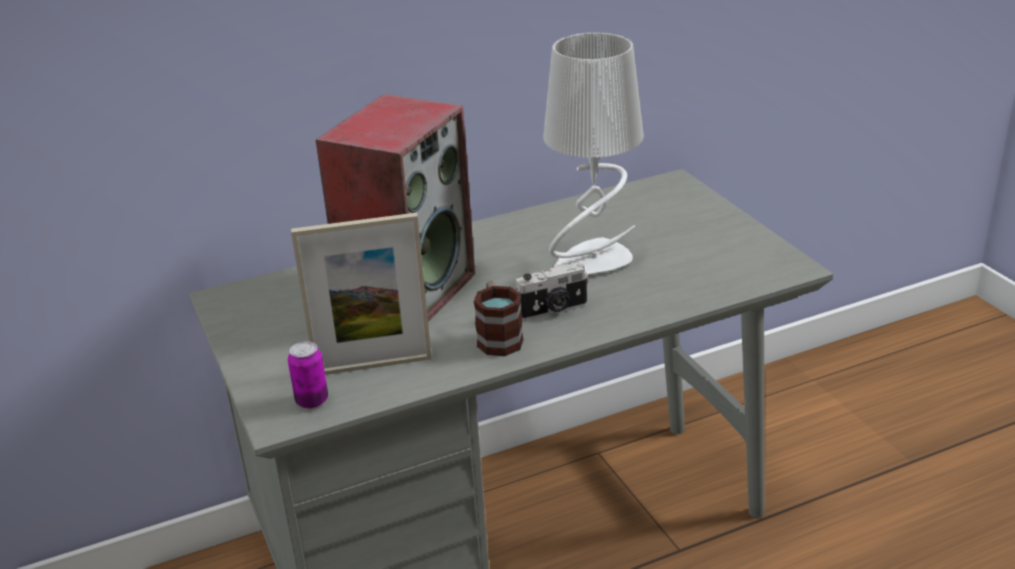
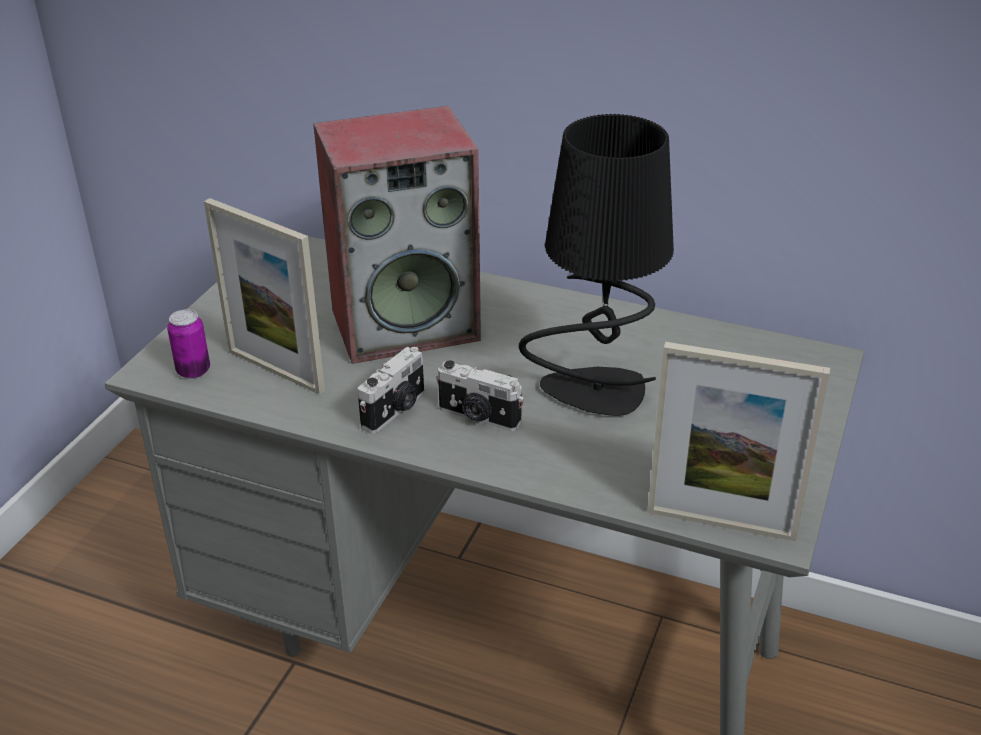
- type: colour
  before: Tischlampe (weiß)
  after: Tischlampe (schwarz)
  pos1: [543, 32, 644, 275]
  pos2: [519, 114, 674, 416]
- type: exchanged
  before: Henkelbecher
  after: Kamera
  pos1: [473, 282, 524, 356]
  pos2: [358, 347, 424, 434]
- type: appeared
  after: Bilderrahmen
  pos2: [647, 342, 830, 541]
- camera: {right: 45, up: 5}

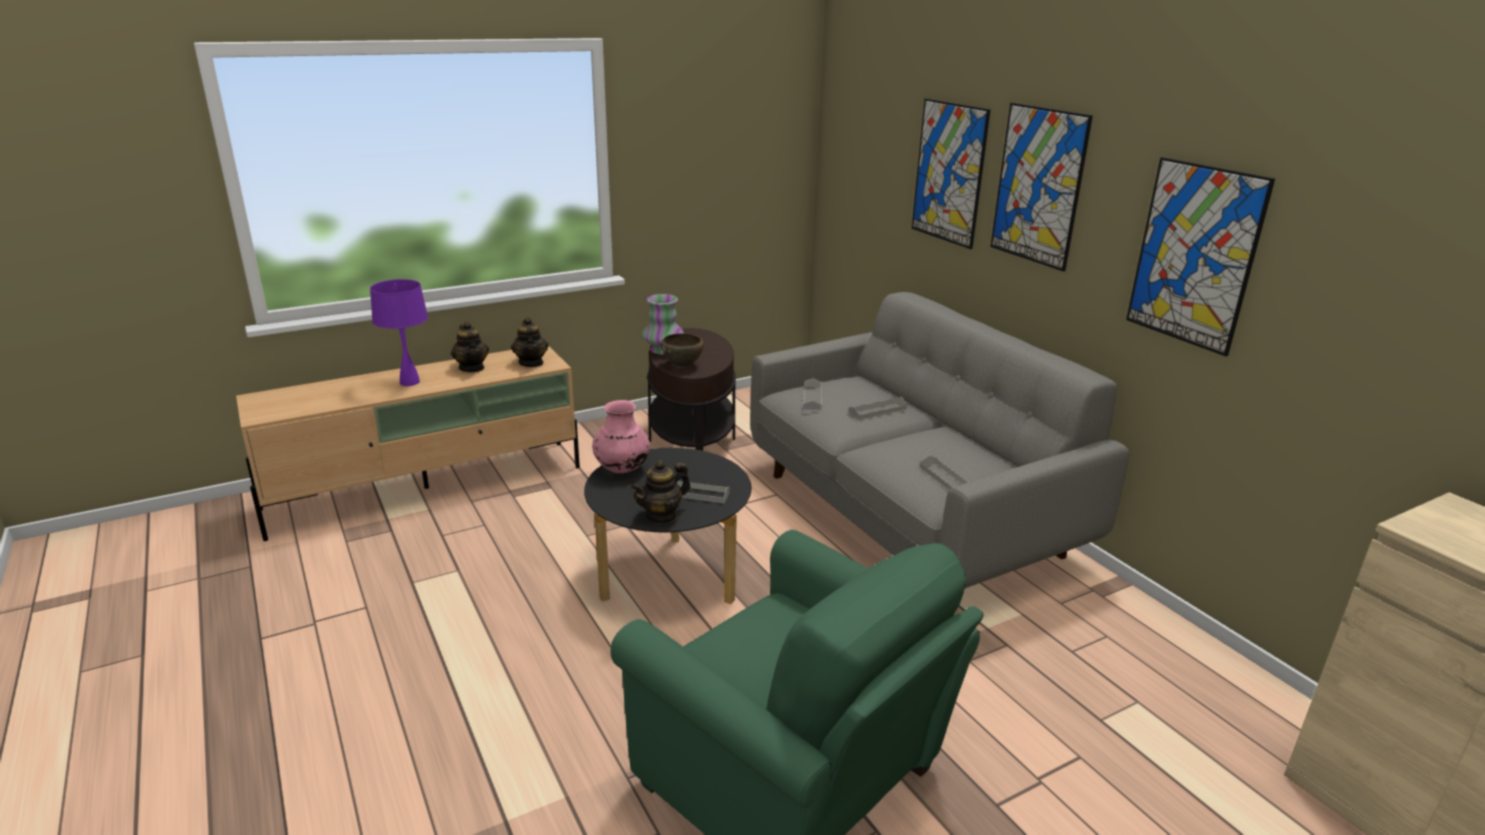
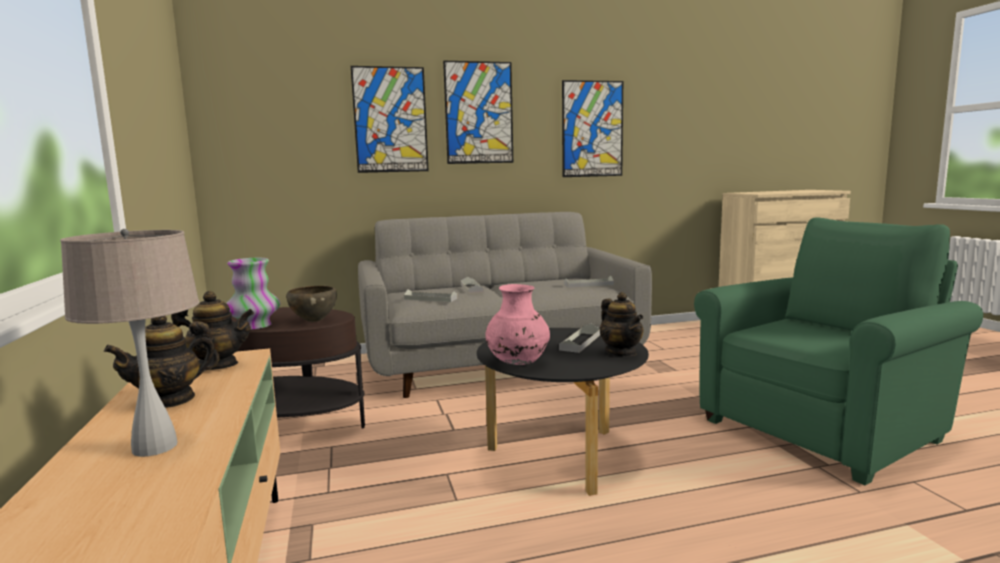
- type: colour
  before: Tischlampe (lila)
  after: Tischlampe (beige)
  pos1: [370, 279, 428, 386]
  pos2: [60, 229, 200, 457]
- type: spun
  before: Teekanne
  pos1: [451, 322, 489, 372]
  pos2: [104, 316, 219, 408]
  turn: 150
- camera: {right: -75, up: -15}

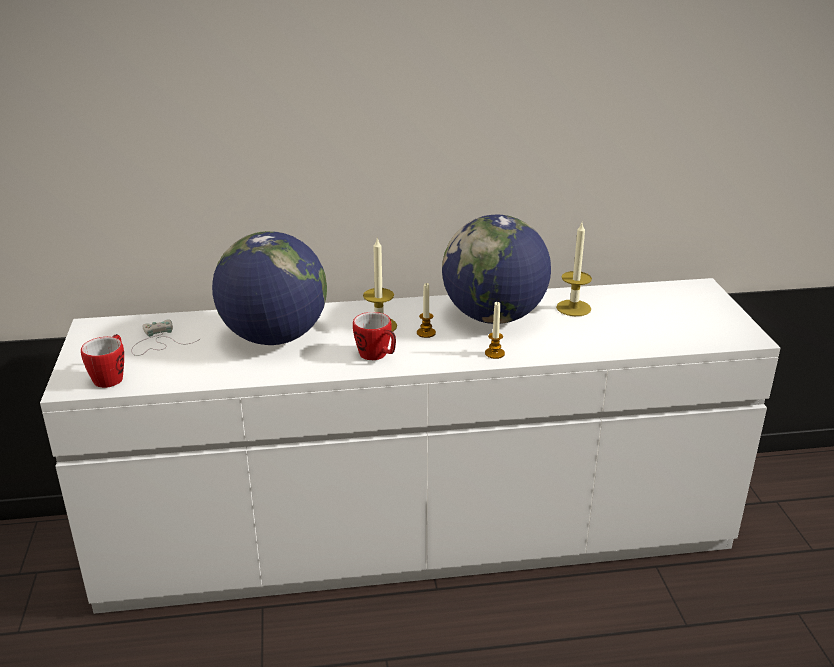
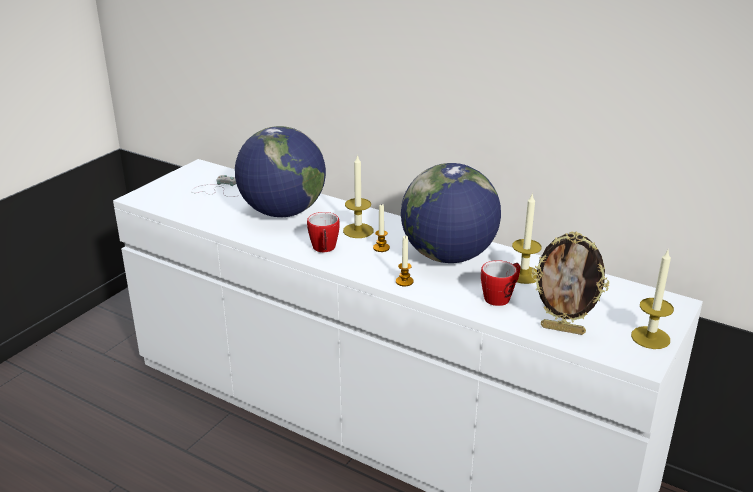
- type: relocated
  before: Henkelbecher
  pos1: [81, 334, 124, 388]
  pos2: [481, 260, 520, 306]
- type: appeared
  after: Bilderrahmen
  pos2: [531, 232, 609, 335]
- type: appeared
  after: Kerze
  pos2: [631, 250, 674, 349]
- camera: {right: 40, up: 0}

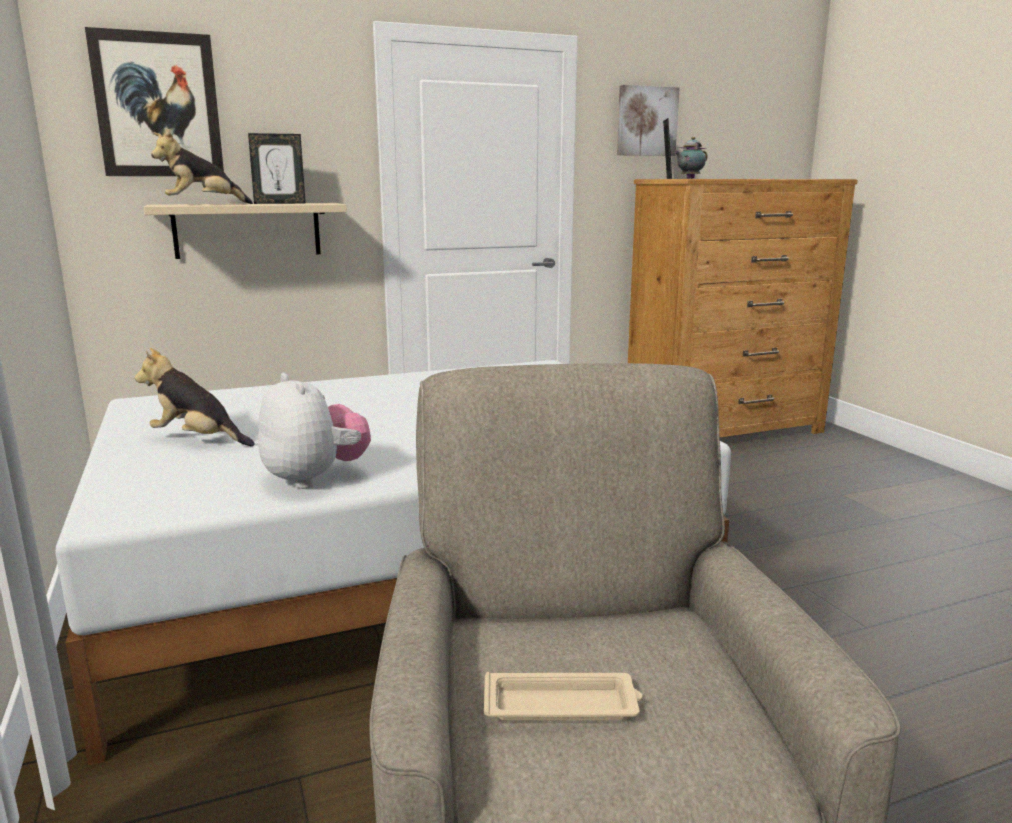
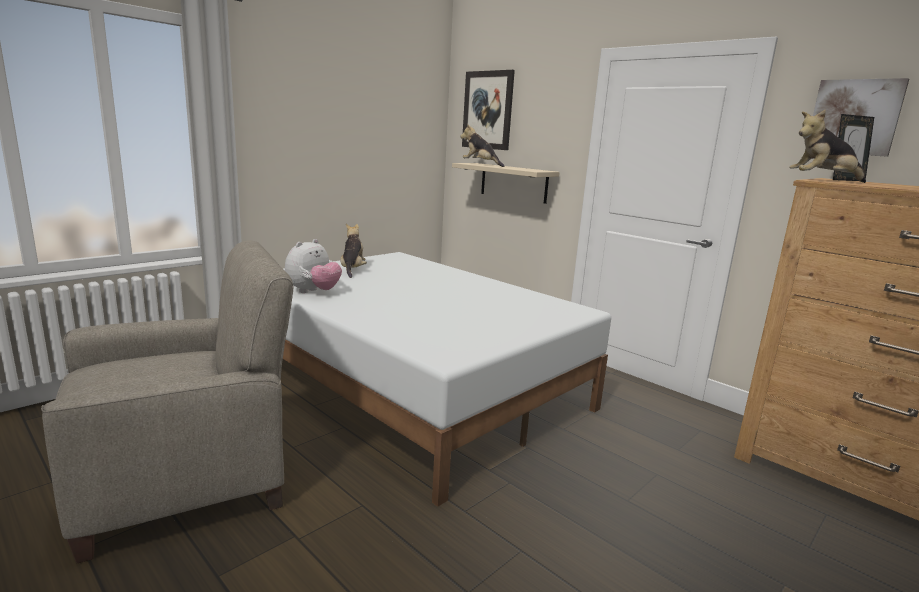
- type: missing
  before: Bilderrahmen
  pos1: [248, 133, 306, 204]
- type: exchanged
  before: Teekanne
  after: Plüschtier
  pos1: [674, 137, 707, 179]
  pos2: [789, 109, 866, 183]
- type: missing
  before: Tablett (beige)
  pos1: [484, 672, 643, 721]
- camera: {right: 65, up: 0}

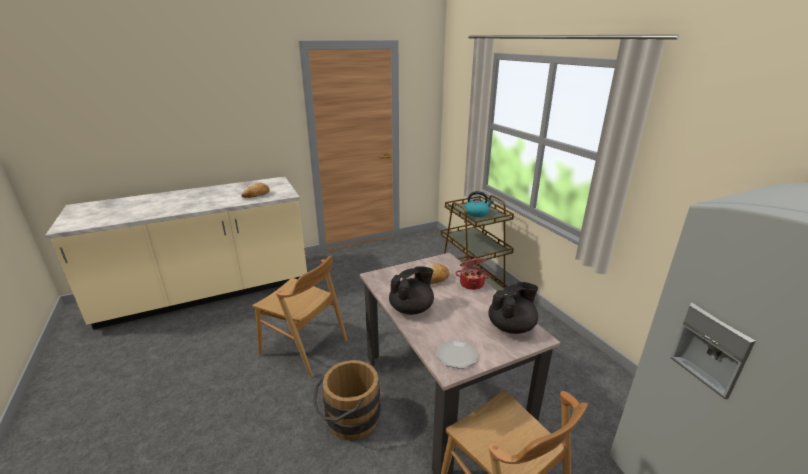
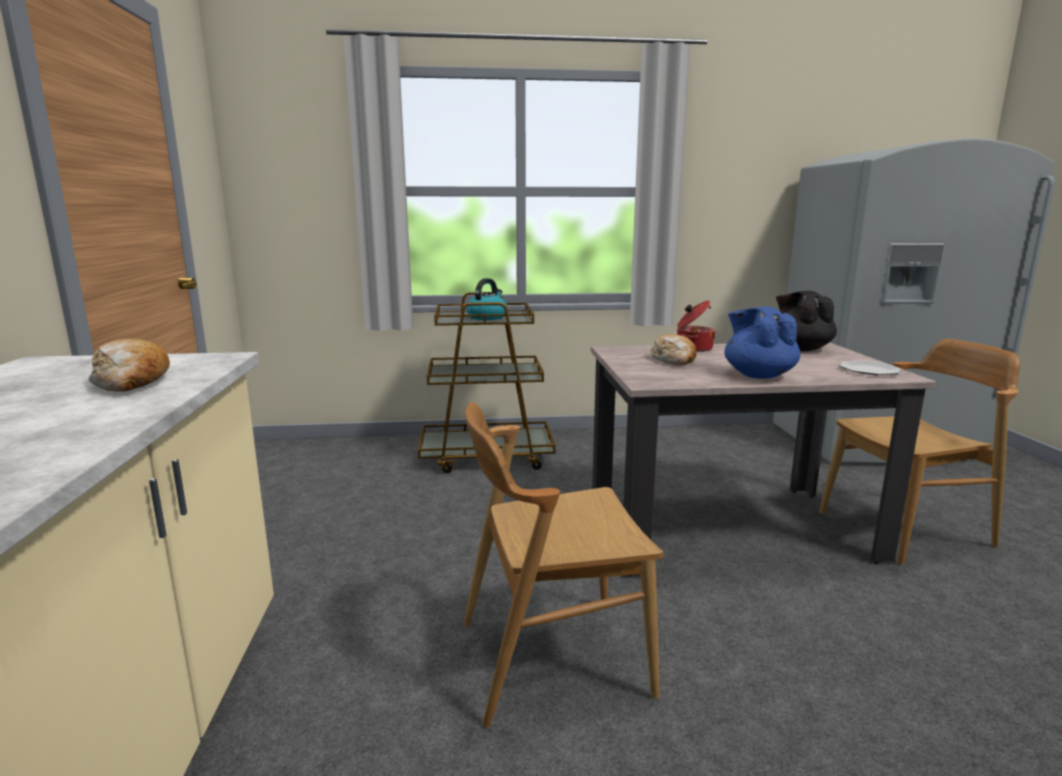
- type: spun
  before: Stuhl (braun)
  pos1: [252, 256, 347, 377]
  pos2: [463, 402, 663, 728]
  turn: -150
- type: colour
  before: Teekanne (schwarz)
  after: Teekanne (blau)
  pos1: [389, 266, 434, 315]
  pos2: [724, 306, 800, 379]
- type: missing
  before: Eimer (braun)
  pos1: [313, 360, 381, 440]
- camera: {right: -70, up: -10}

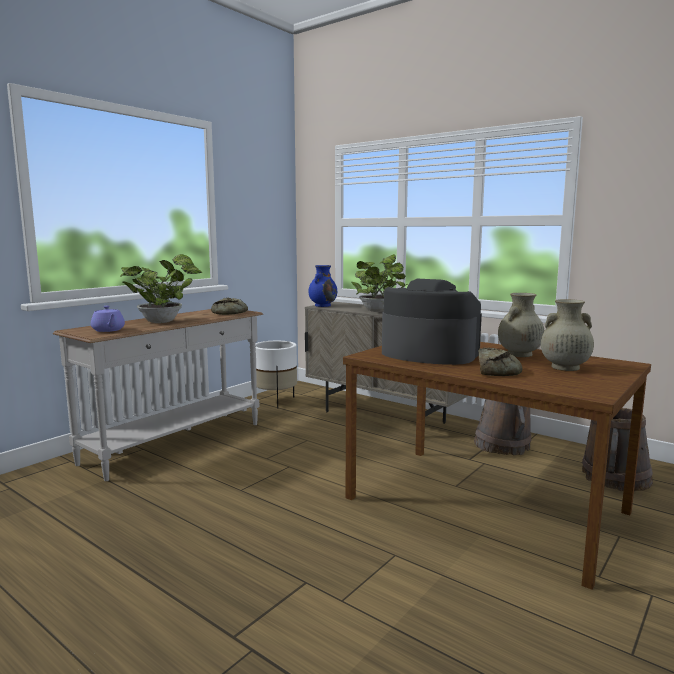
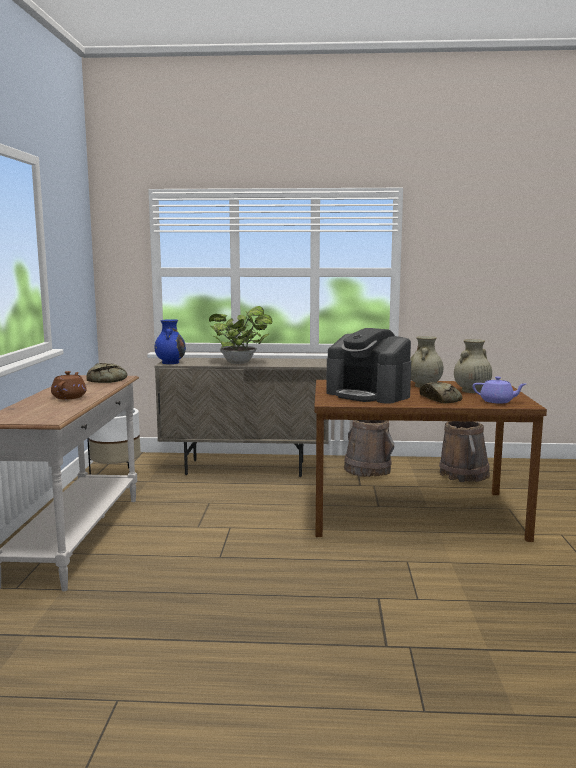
- type: exchanged
  before: Topfpflanze
  after: Teekanne (braun)
  pos1: [120, 254, 202, 323]
  pos2: [51, 371, 87, 399]
- type: spun
  before: Kaffeemaschine
  pos1: [382, 279, 482, 365]
  pos2: [326, 328, 411, 404]
  turn: -135
- type: relocated
  before: Teekanne (lila)
  pos1: [91, 306, 125, 332]
  pos2: [472, 377, 526, 403]
- camera: {right: -35, up: 0}

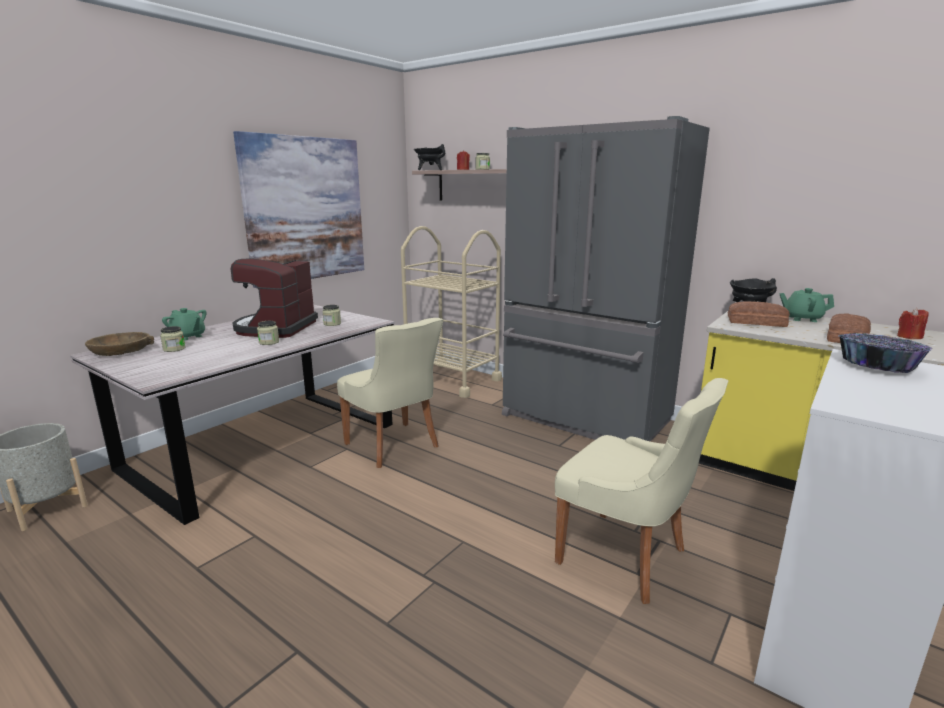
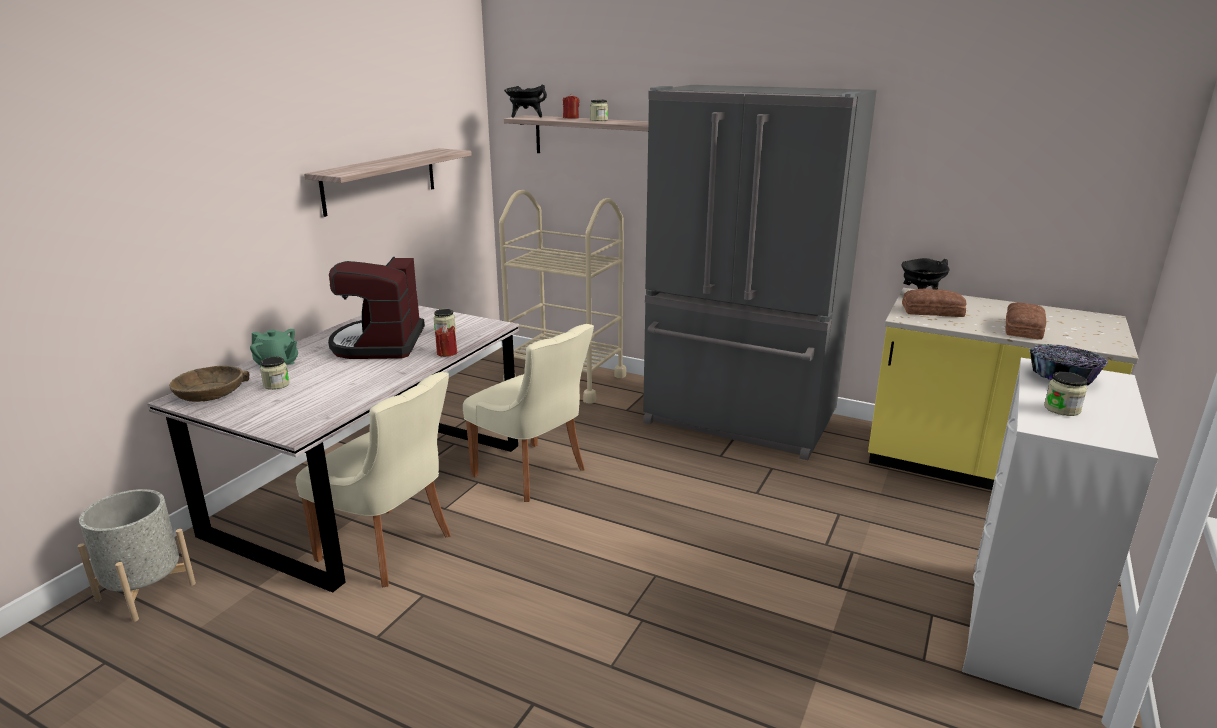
- type: exchanged
  before: Bild
  after: Wandregal
  pos1: [233, 131, 364, 288]
  pos2: [304, 148, 472, 217]
- type: missing
  before: Teekanne (grün)
  pos1: [779, 288, 834, 322]
- type: relocated
  before: Kerze (rot)
  pos1: [897, 308, 929, 339]
  pos2: [435, 325, 457, 357]
- type: relocated
  before: Vorratsglas
  pos1: [257, 321, 279, 345]
  pos2: [1044, 372, 1087, 416]
- type: relocated
  before: Stuhl (beige)
  pos1: [555, 378, 728, 604]
  pos2: [296, 372, 451, 587]
- camera: {right: -10, up: 5}

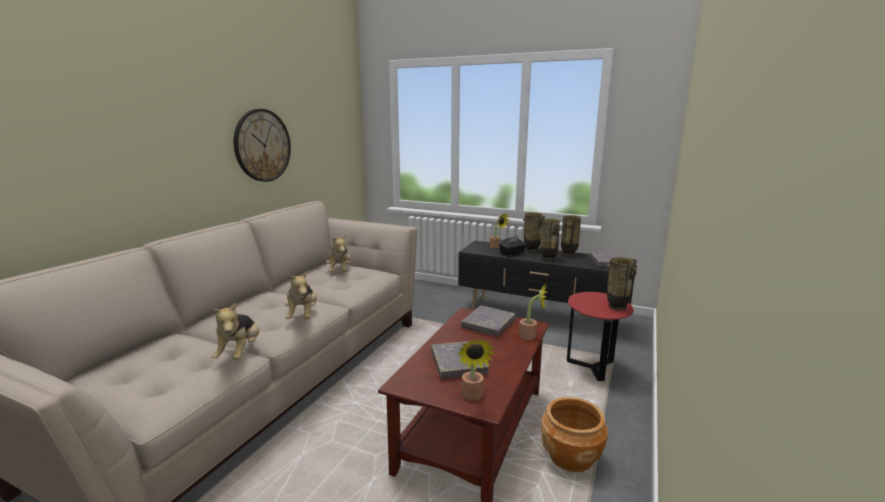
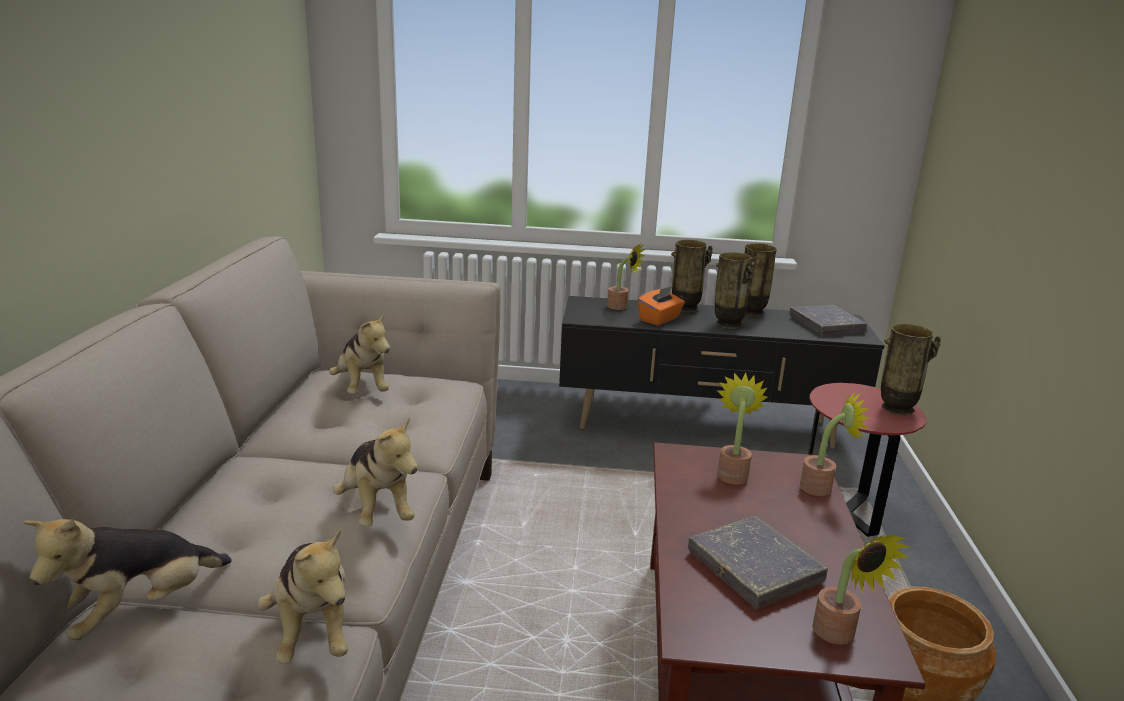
- type: missing
  before: Wanduhr
  pos1: [234, 109, 291, 182]
- type: colour
  before: Taschentuchbox (schwarz)
  after: Taschentuchbox (orange)
  pos1: [499, 236, 526, 256]
  pos2: [638, 286, 685, 326]
- type: exchanged
  before: Buch (grau)
  after: Topfpflanze
  pos1: [461, 306, 516, 337]
  pos2: [716, 372, 768, 485]
- type: appeared
  after: Plüschtier
  pos2: [23, 519, 232, 640]
- camera: {right: -20, up: 5}

